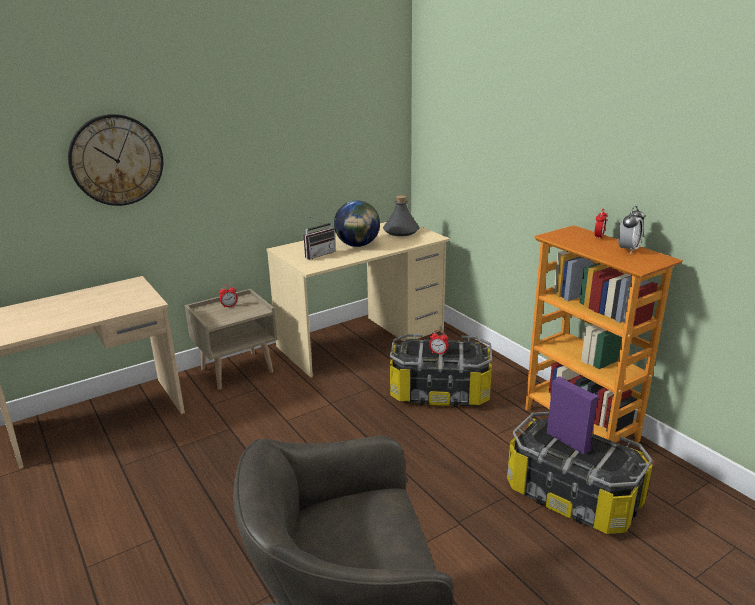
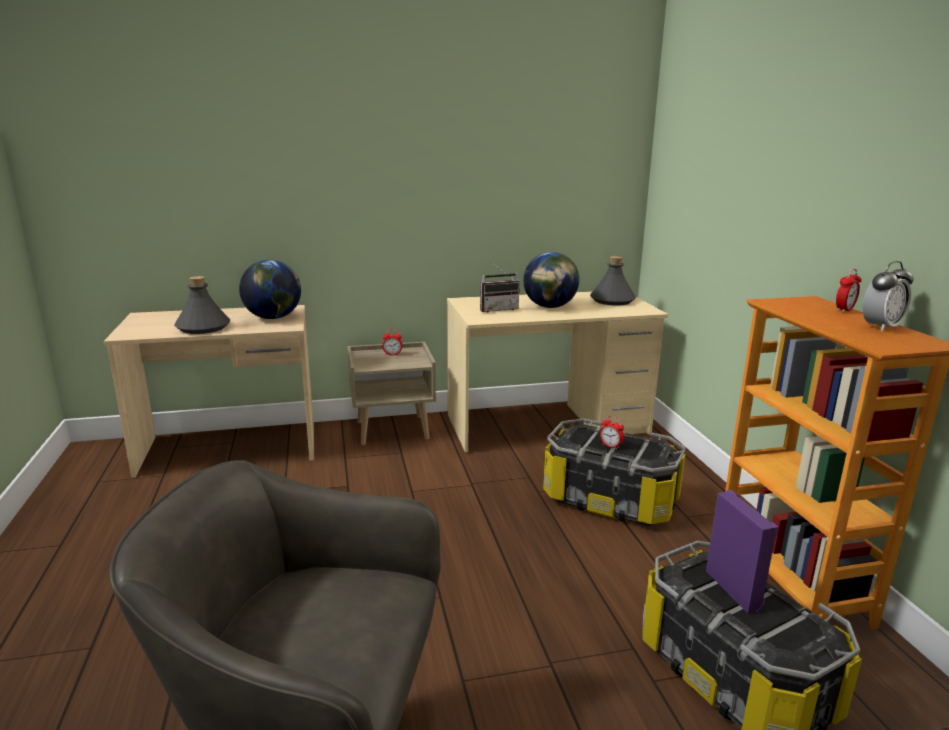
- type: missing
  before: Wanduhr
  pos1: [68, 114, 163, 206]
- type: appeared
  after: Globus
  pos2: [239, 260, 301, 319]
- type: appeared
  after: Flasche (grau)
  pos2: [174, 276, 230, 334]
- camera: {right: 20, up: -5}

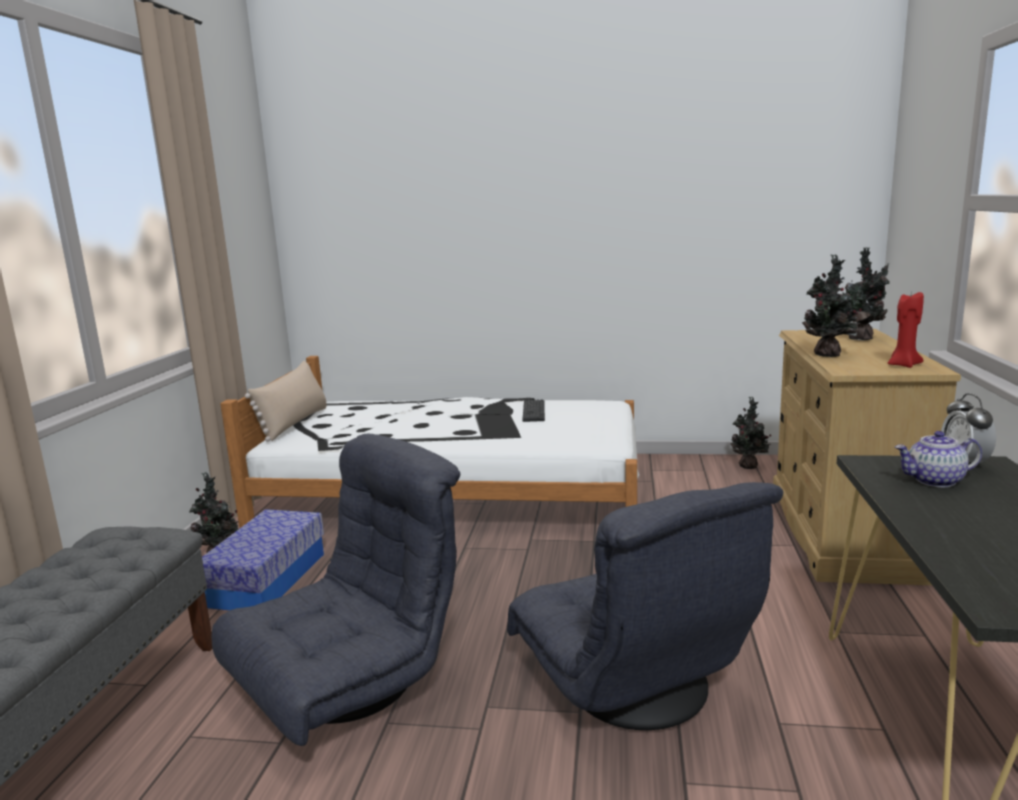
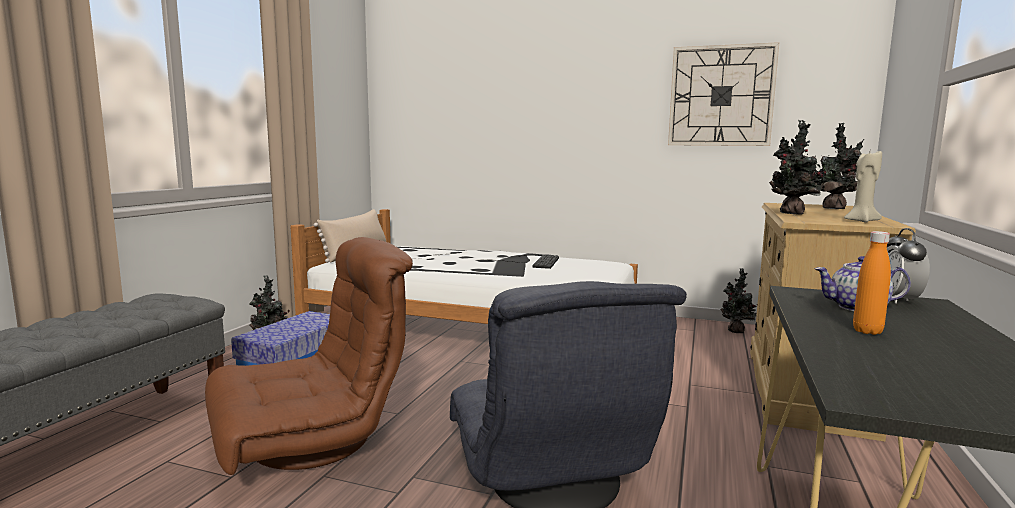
- type: colour
  before: Kerze (rot)
  after: Kerze (beige)
  pos1: [888, 292, 924, 368]
  pos2: [844, 151, 882, 222]
- type: colour
  before: Sessel (grau)
  after: Sessel (braun)
  pos1: [211, 433, 460, 746]
  pos2: [205, 237, 413, 475]
- type: appeared
  after: Wanduhr
  pos2: [668, 42, 779, 146]
- type: appeared
  after: Flasche (orange)
  pos2: [853, 231, 891, 335]
- camera: {right: 10, up: -5}

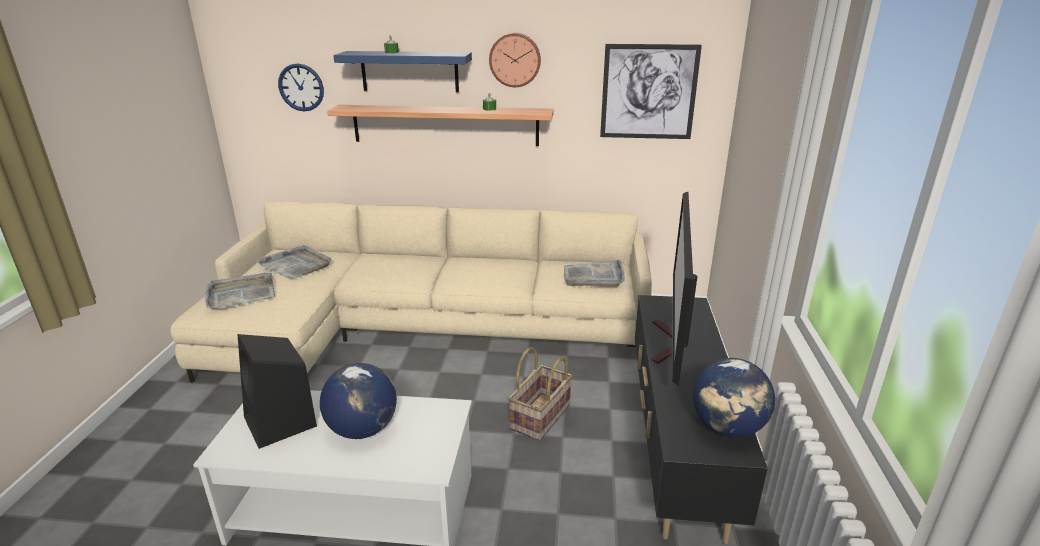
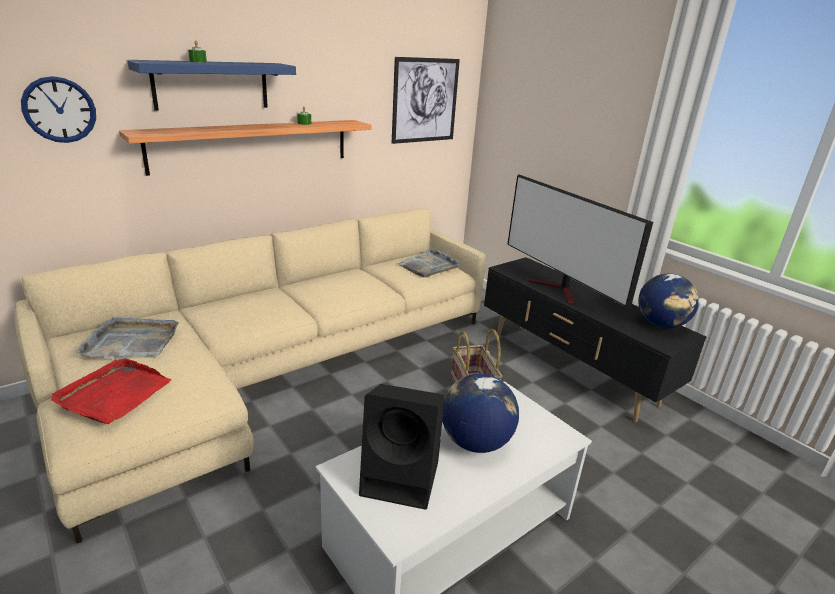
- type: missing
  before: Wanduhr
  pos1: [489, 33, 541, 87]
- type: colour
  before: Tablett (grau)
  after: Tablett (rot)
  pos1: [205, 273, 275, 309]
  pos2: [51, 358, 172, 424]
- camera: {right: -45, up: 0}

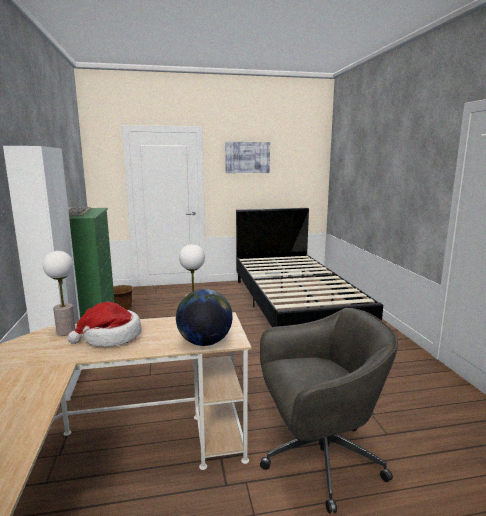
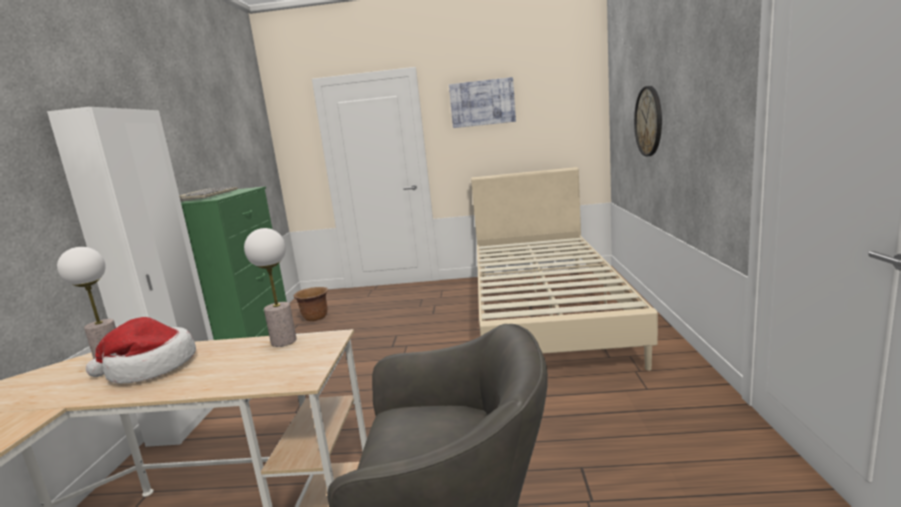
- type: colour
  before: Bett (schwarz)
  after: Bett (beige)
  pos1: [236, 208, 383, 327]
  pos2: [471, 167, 658, 371]
- type: missing
  before: Globus
  pos1: [176, 289, 233, 346]
- type: appeared
  after: Wanduhr
  pos2: [634, 86, 662, 156]
- camera: {right: 15, up: 0}

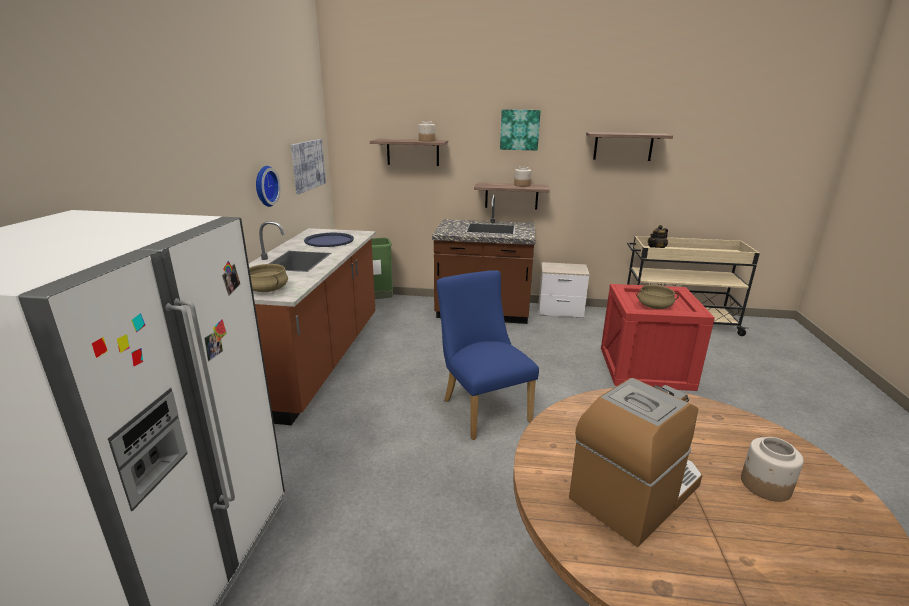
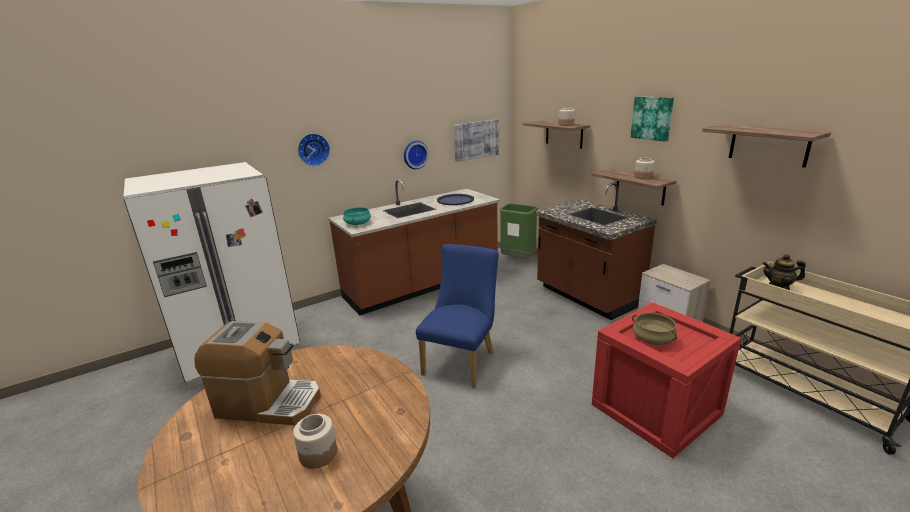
- type: colour
  before: Kochtopf (beige)
  after: Kochtopf (türkis)
  pos1: [249, 264, 288, 292]
  pos2: [343, 207, 371, 225]
- type: appeared
  after: Wanduhr
  pos2: [298, 133, 330, 166]
- camera: {right: 50, up: 0}

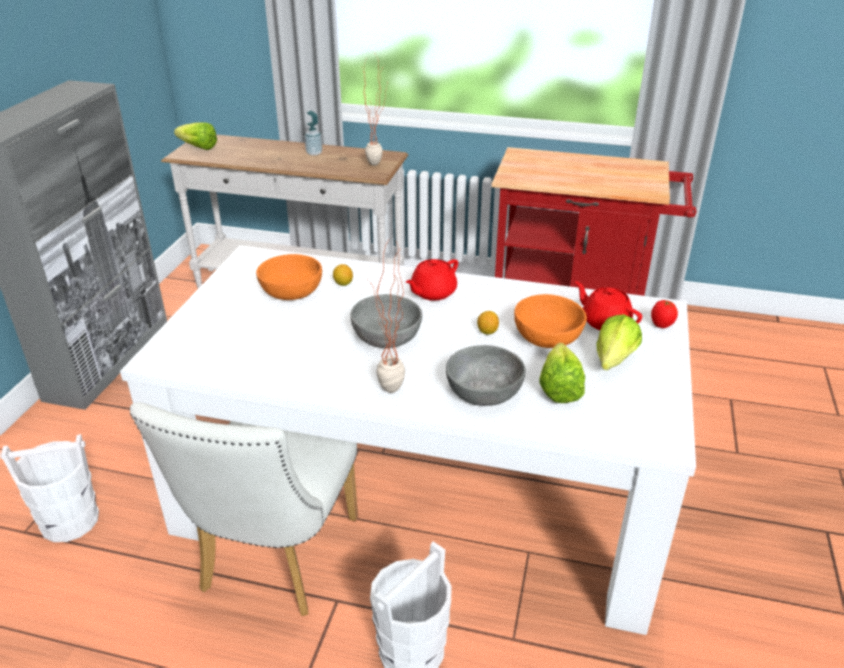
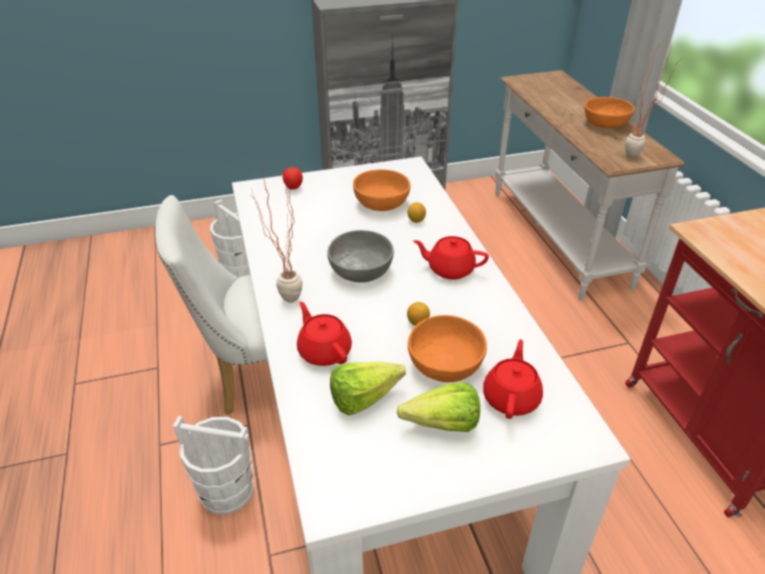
- type: exchanged
  before: Seifenspender
  after: Schüssel (orange)
  pos1: [304, 111, 322, 156]
  pos2: [585, 97, 635, 129]
- type: missing
  before: Salatkopf
  pos1: [174, 122, 217, 150]
- type: relocated
  before: Tomate
  pos1: [651, 300, 678, 328]
  pos2: [283, 167, 303, 190]
- type: exchanged
  before: Schüssel (grau)
  after: Teekanne (rot)
  pos1: [446, 345, 526, 406]
  pos2: [297, 302, 352, 366]
- camera: {right: 60, up: 5}

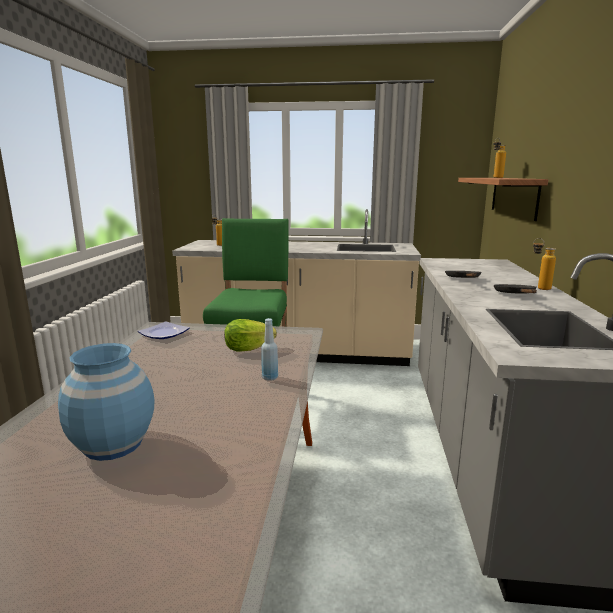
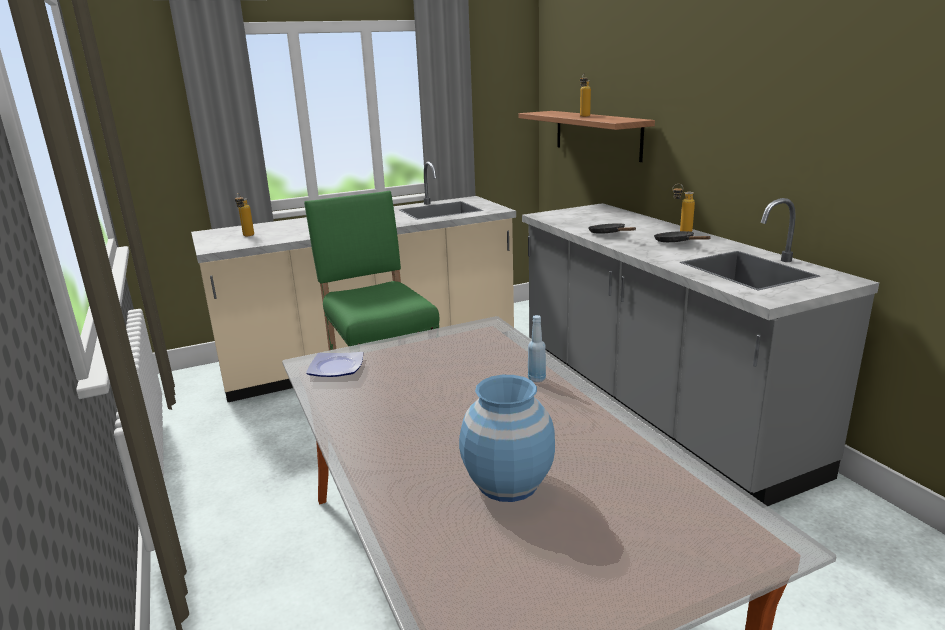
- type: missing
  before: Salatkopf
  pos1: [224, 319, 277, 352]
- camera: {right: -30, up: 5}

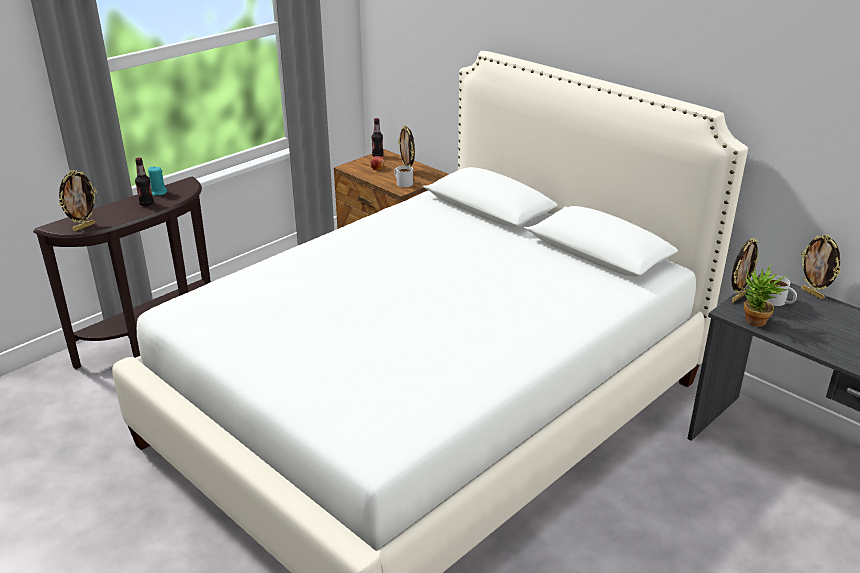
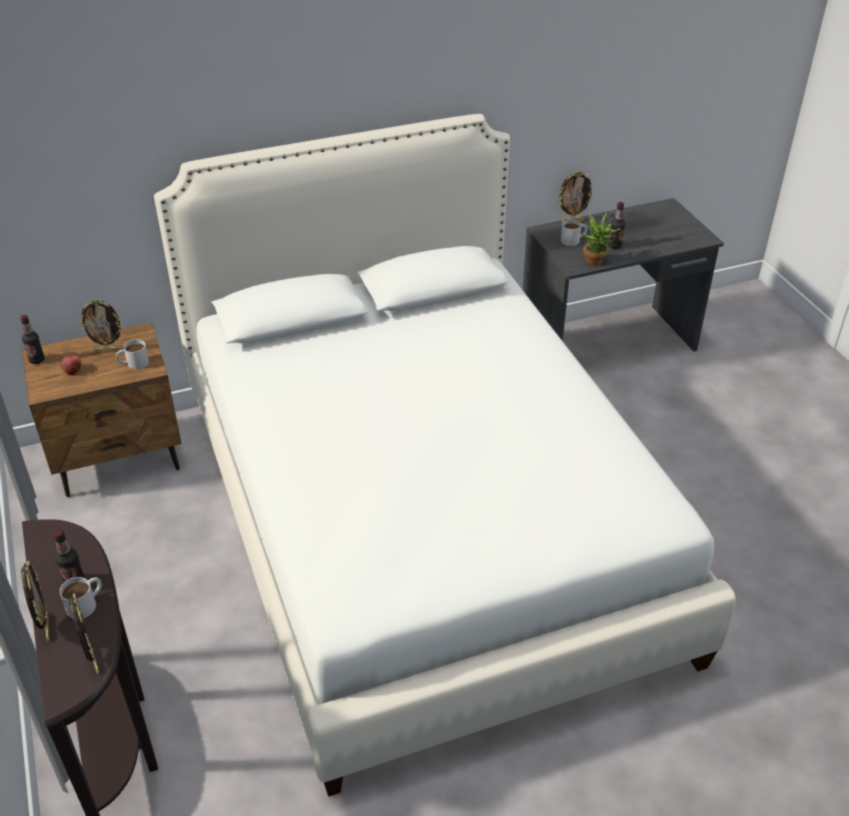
- type: missing
  before: Kerze (türkis)
  pos1: [148, 166, 168, 196]
- type: relocated
  before: Bilderrahmen
  pos1: [732, 238, 759, 303]
  pos2: [21, 561, 50, 641]
- type: appeared
  after: Flasche
  pos2: [608, 202, 625, 249]
- type: appeared
  after: Henkelbecher (weiß)
  pos2: [60, 577, 102, 618]
- camera: {right: -65, up: 10}

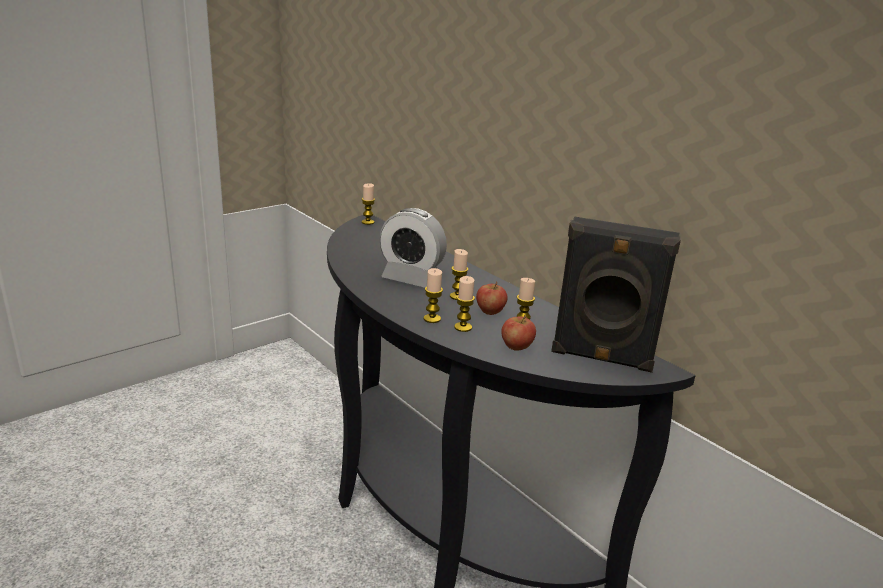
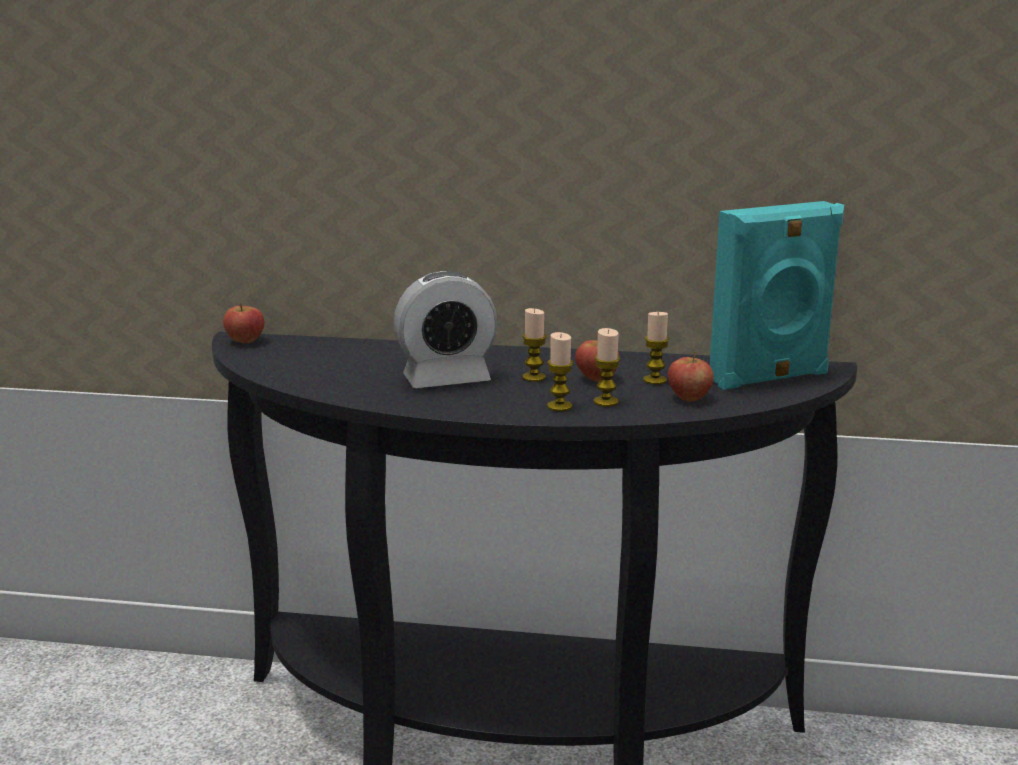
- type: exchanged
  before: Kerze
  after: Apfel
  pos1: [362, 183, 375, 225]
  pos2: [223, 303, 264, 344]
- type: colour
  before: Lautsprecher (schwarz)
  after: Lautsprecher (türkis)
  pos1: [551, 217, 681, 373]
  pos2: [710, 201, 844, 390]
- camera: {right: -40, up: -5}

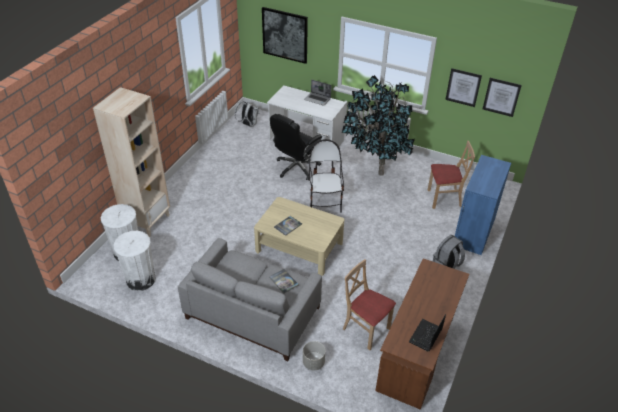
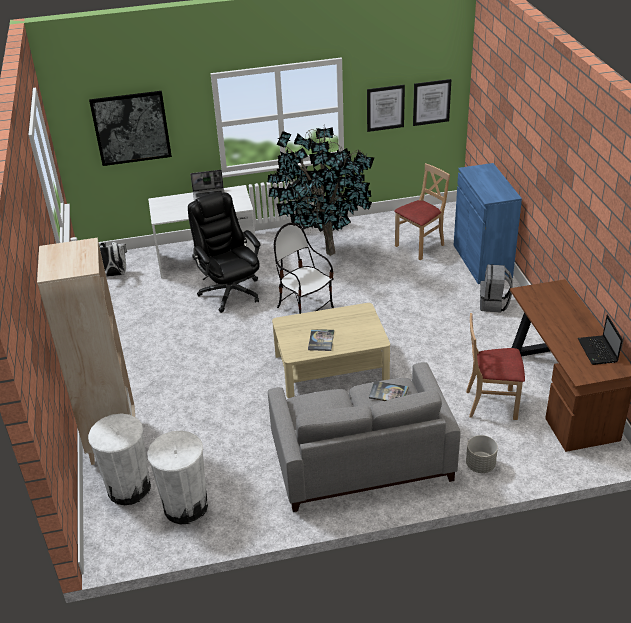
- type: spun
  before: Bürostuhl (schwarz)
  pos1: [270, 114, 322, 180]
  pos2: [188, 192, 260, 313]
  turn: 150
- camera: {right: -35, up: -5}

